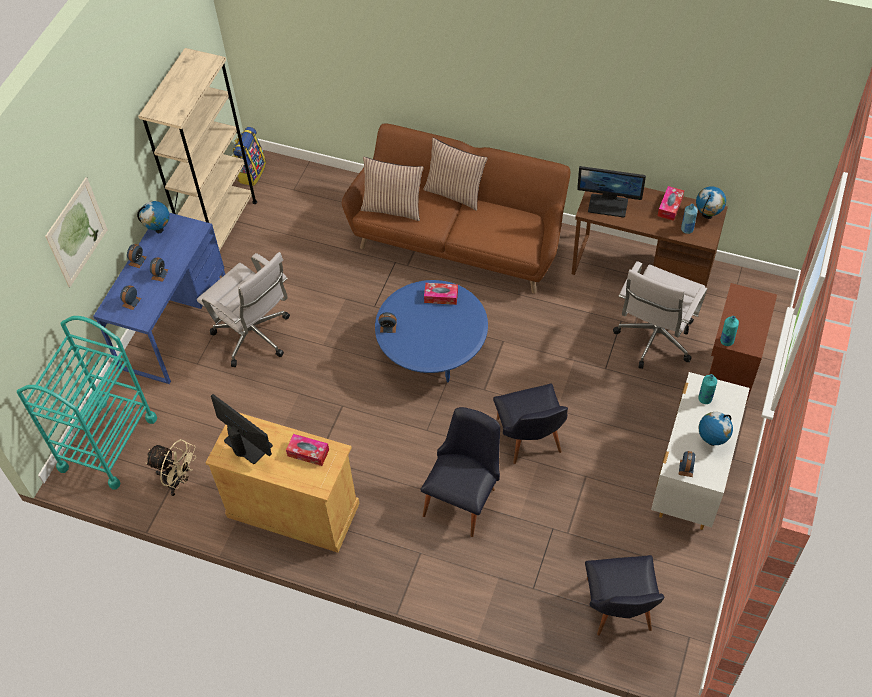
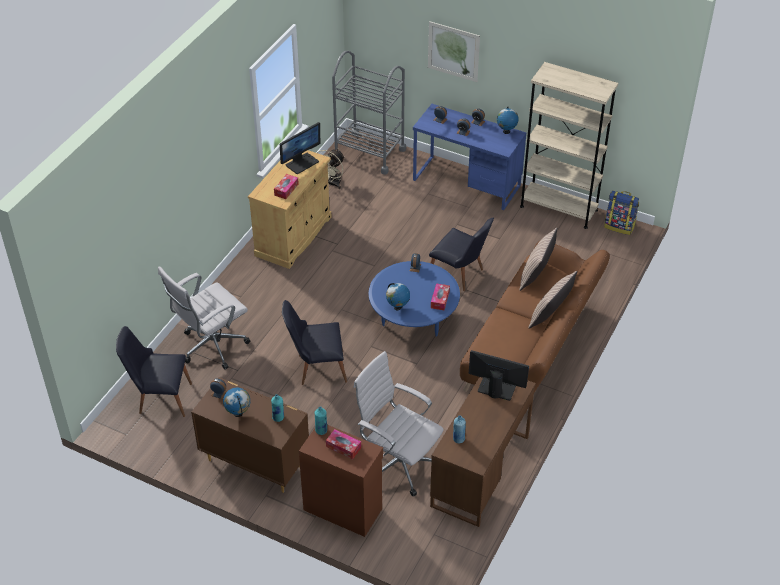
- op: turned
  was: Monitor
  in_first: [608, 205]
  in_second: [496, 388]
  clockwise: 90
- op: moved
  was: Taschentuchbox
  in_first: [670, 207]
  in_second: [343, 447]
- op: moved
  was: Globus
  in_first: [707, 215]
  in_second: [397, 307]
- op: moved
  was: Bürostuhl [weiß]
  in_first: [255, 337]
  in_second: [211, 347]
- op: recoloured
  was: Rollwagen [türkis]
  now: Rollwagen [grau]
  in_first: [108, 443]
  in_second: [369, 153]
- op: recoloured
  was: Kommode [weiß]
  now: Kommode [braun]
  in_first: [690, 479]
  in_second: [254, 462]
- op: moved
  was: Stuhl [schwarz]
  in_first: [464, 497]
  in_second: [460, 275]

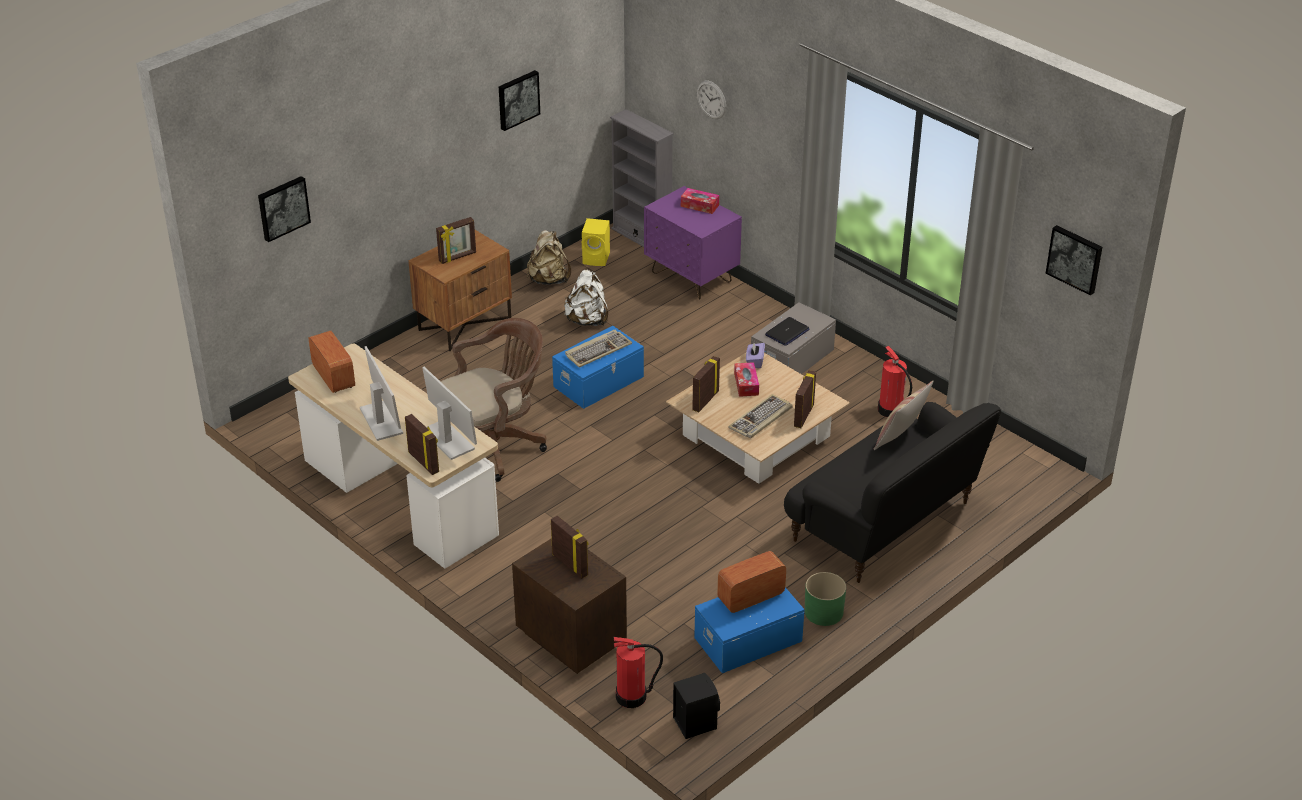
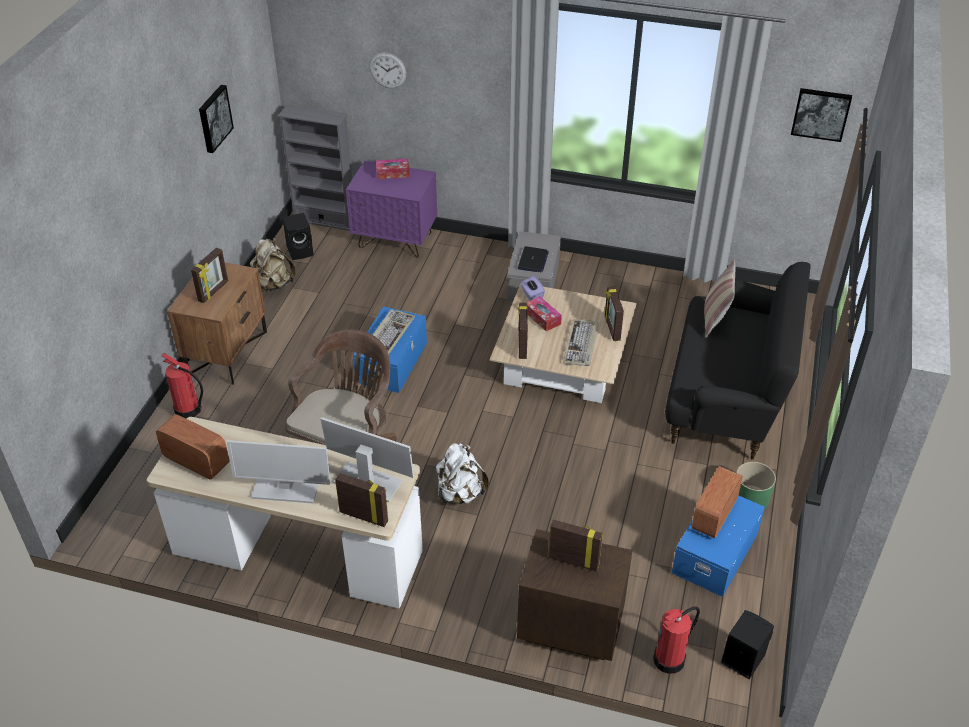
- op: removed
  was: Bild
  in_first: [283, 207]
- op: recoloured
  was: Lautsprecher [gelb]
  now: Lautsprecher [schwarz]
  in_first: [597, 258]
  in_second: [301, 251]
- op: moved
  was: Rucksack [weiß]
  in_first: [587, 320]
  in_second: [460, 493]
- op: turned
  was: Monitor
  in_first: [381, 421]
  in_second: [285, 489]
  clockwise: 150
- op: moved
  was: Feuerlöscher
  in_first: [891, 410]
  in_second: [188, 410]

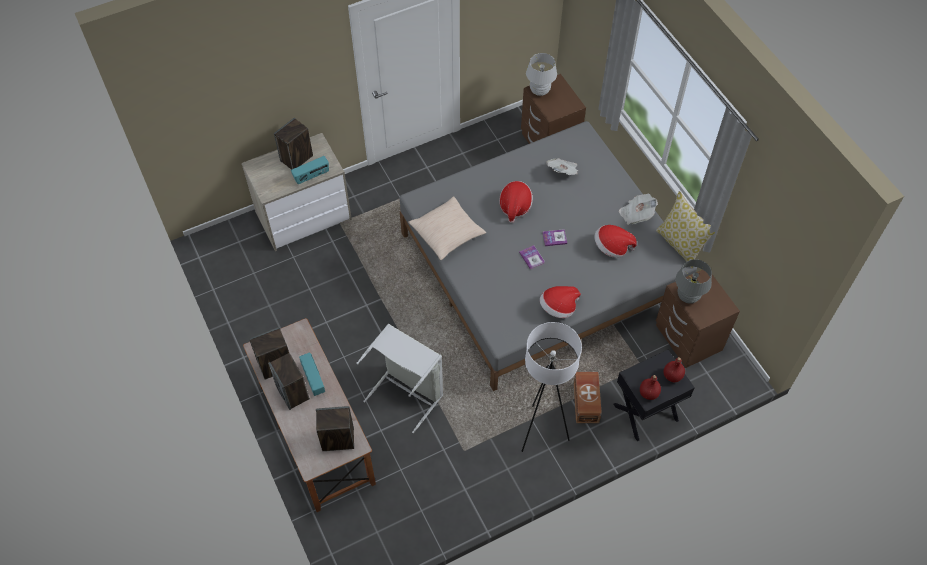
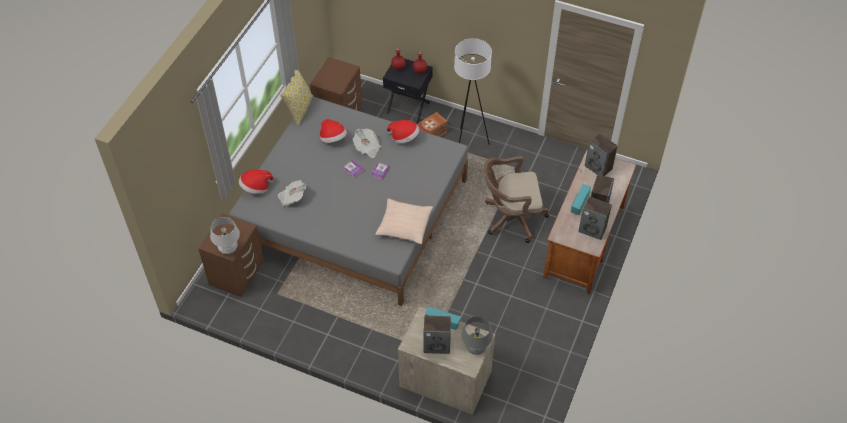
- op: moved
  was: Hut
  in_first: [515, 206]
  in_second: [256, 188]
- op: moved
  was: Zeitung
  in_first: [636, 214]
  in_second: [367, 148]
- op: moved
  was: Tischlampe [grau]
  in_first: [688, 296]
  in_second: [476, 348]
- op: replaced
  was: Wäschekorb [grau]
  now: Bürostuhl [braun]
  in_first: [408, 392]
  in_second: [511, 218]

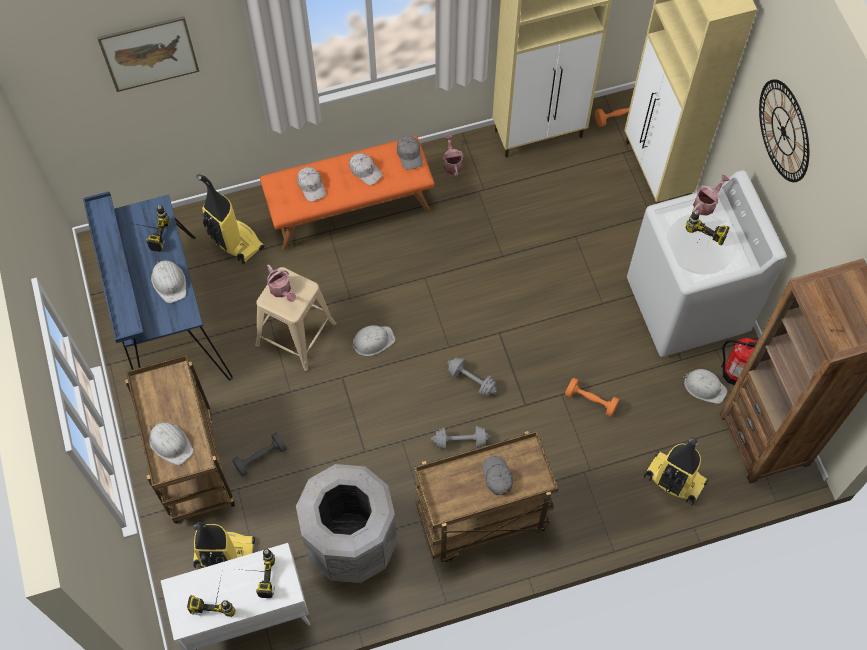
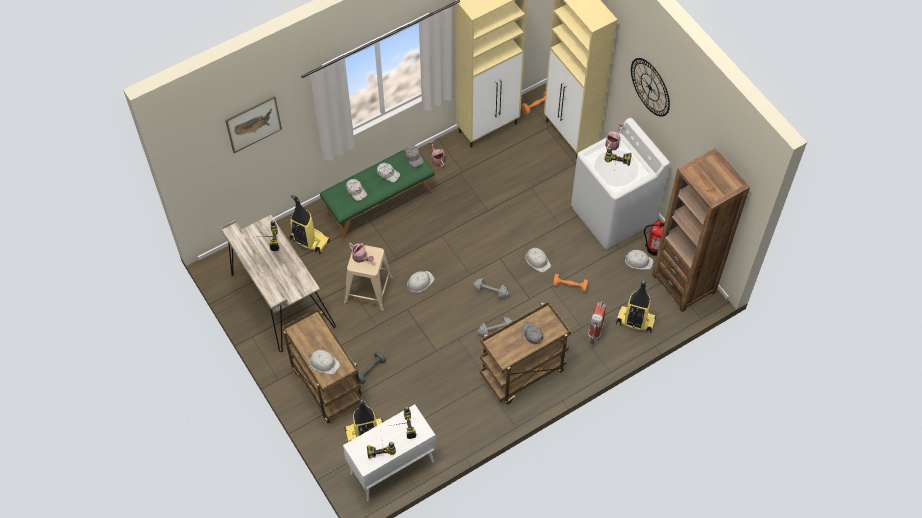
- op: recoloured
  was: Bank [orange]
  now: Bank [grün]
  in_first: [350, 208]
  in_second: [379, 202]
- op: recoloured
  was: Schreibtisch [blau]
  now: Schreibtisch [beige]
  in_first: [166, 319]
  in_second: [280, 300]
- op: moved
  was: Schutzhelm [weiß]
  in_first: [169, 282]
  in_second: [537, 260]
- op: removed
  was: Mülleimer [grau]
  in_first: [351, 543]
- op: added
  now: Feuerlöscher
  in_second: [594, 336]

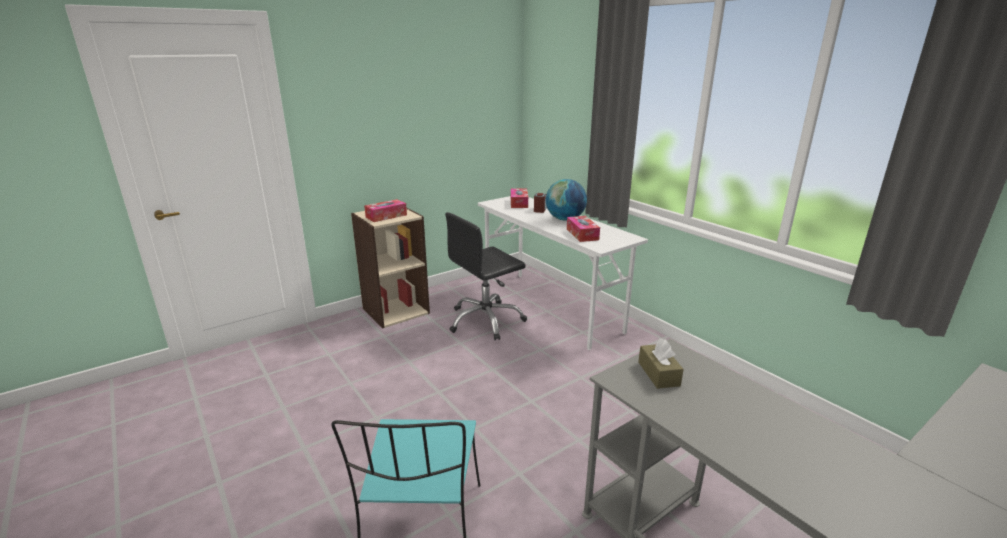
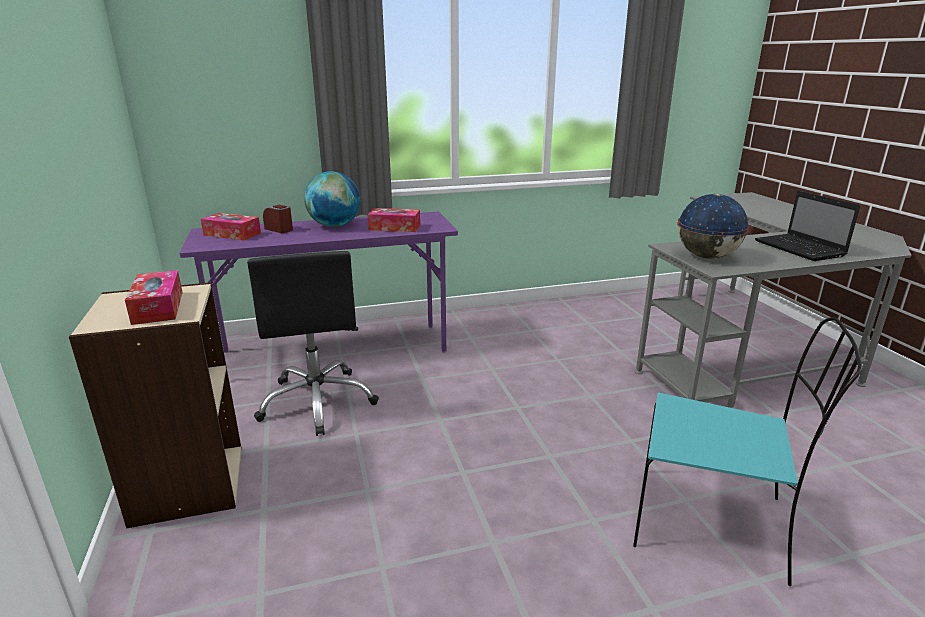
- op: recoloured
  was: Schreibtisch [weiß]
  now: Schreibtisch [lila]
  in_first: [550, 308]
  in_second: [336, 351]
- op: replaced
  was: Taschentuchbox [braun]
  now: Globus
  in_first: [658, 374]
  in_second: [706, 257]
- op: added
  now: Laptop
  in_second: [801, 249]

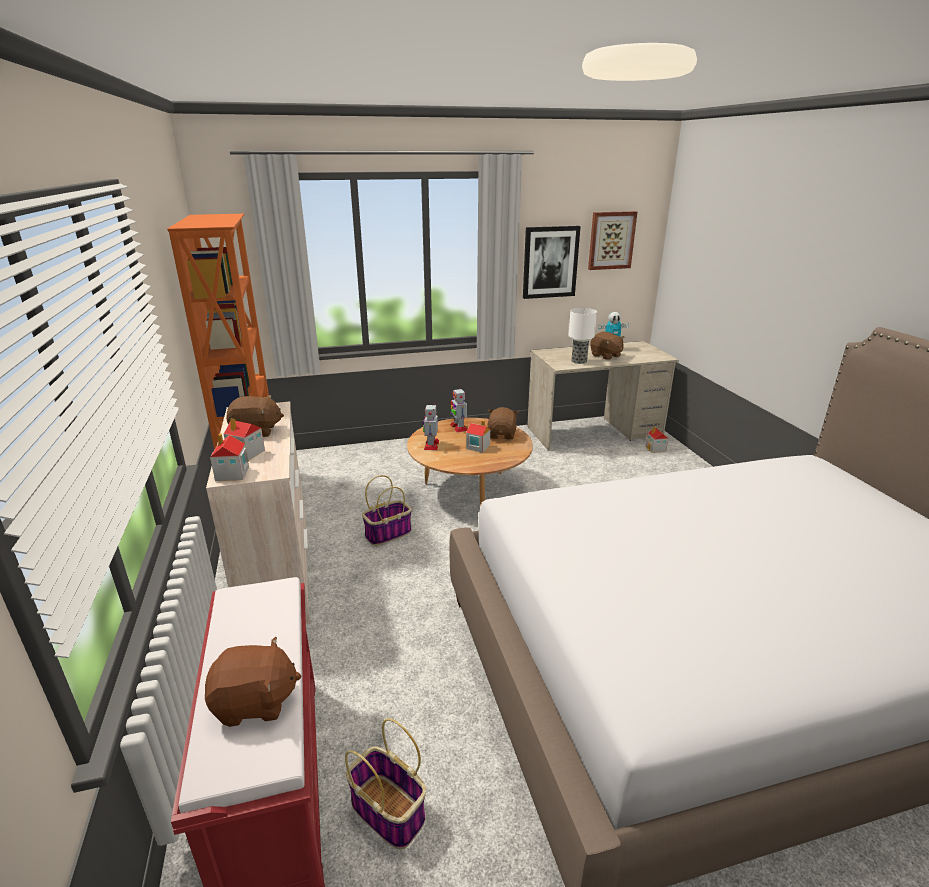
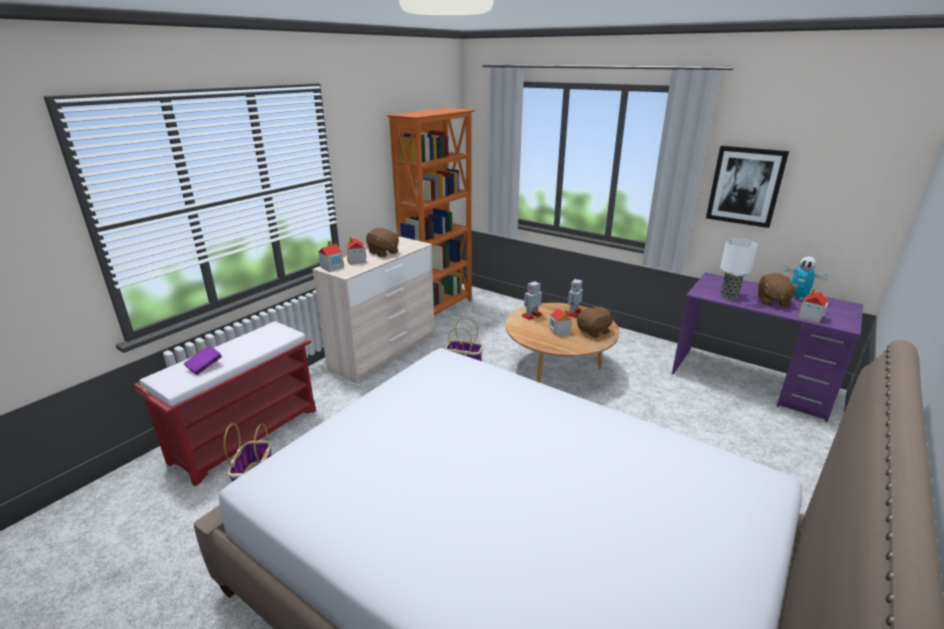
- op: removed
  was: Bild
  in_first: [611, 240]
- op: recoloured
  was: Schreibtisch [beige]
  now: Schreibtisch [lila]
  in_first: [594, 432]
  in_second: [750, 382]
- op: moved
  was: Spielzeughaus
  in_first: [655, 449]
  in_second: [810, 317]
- op: replaced
  was: Plüschtier [braun]
  now: Buch [lila]
  in_first: [255, 703]
  in_second: [204, 366]

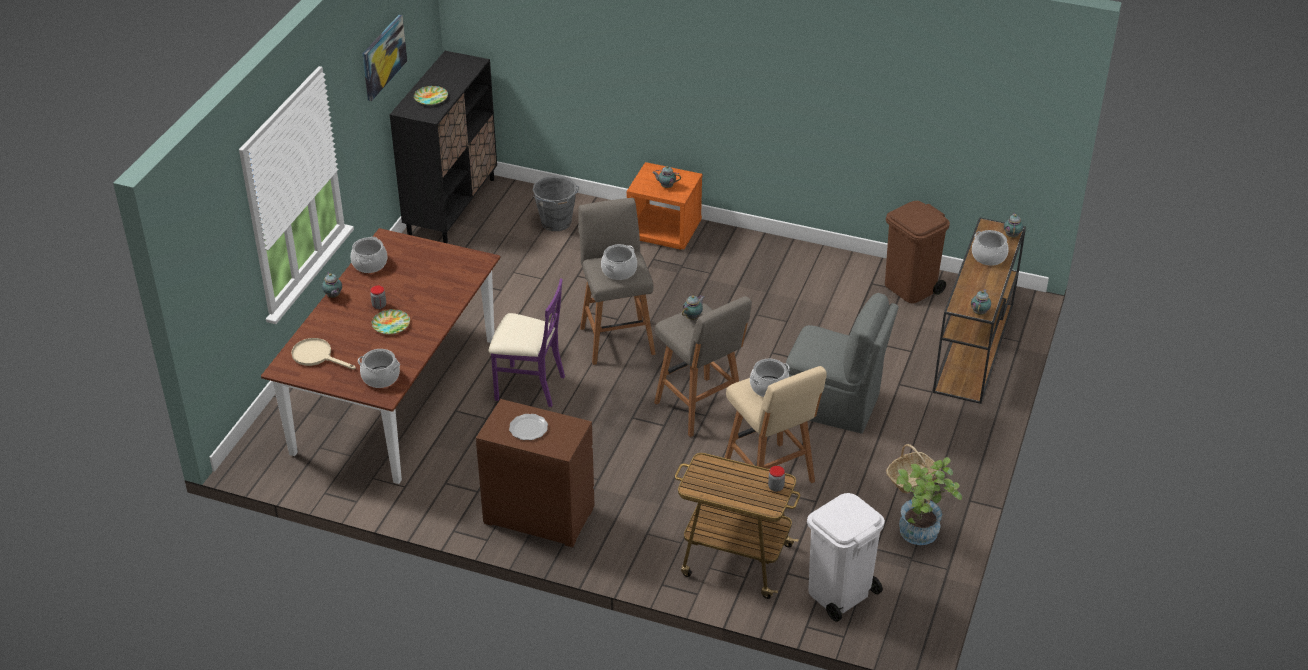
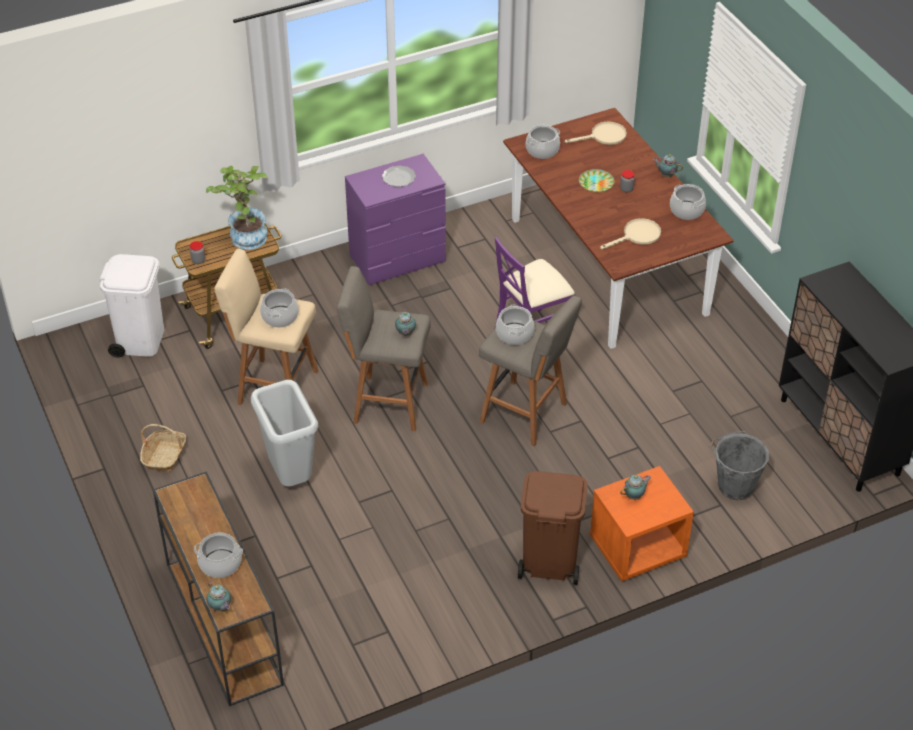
- op: removed
  was: Bild
  in_first: [383, 57]
- op: removed
  was: Teller
  in_first: [431, 98]
- op: moved
  was: Mülleimer [braun]
  in_first: [911, 288]
  in_second: [549, 562]
- op: removed
  was: Teekanne
  in_first: [980, 312]
- op: replaced
  was: Stuhl [grau]
  now: Mülleimer [grau]
  in_first: [833, 405]
  in_second: [290, 477]
- op: recoloured
  was: Kommode [braun]
  now: Kommode [lila]
  in_first: [538, 515]
  in_second: [398, 259]
- op: moved
  was: Topfpflanze
  in_first: [920, 535]
  in_second: [245, 235]
- op: added
  now: Pfanne [beige]
  in_second: [637, 236]

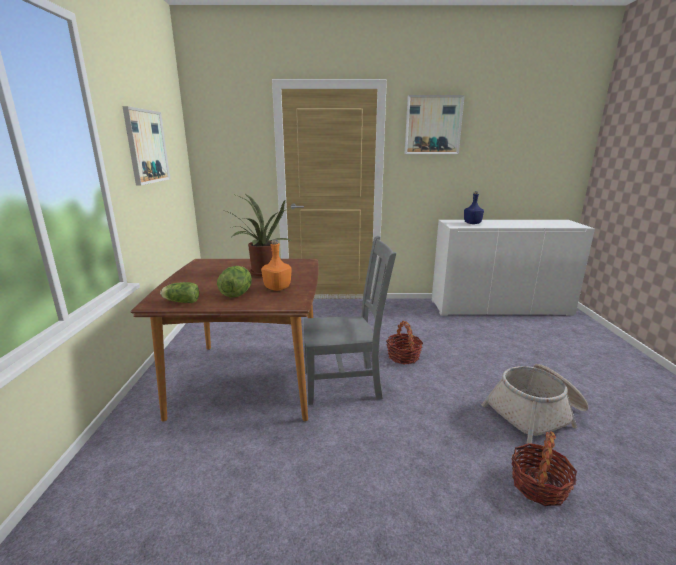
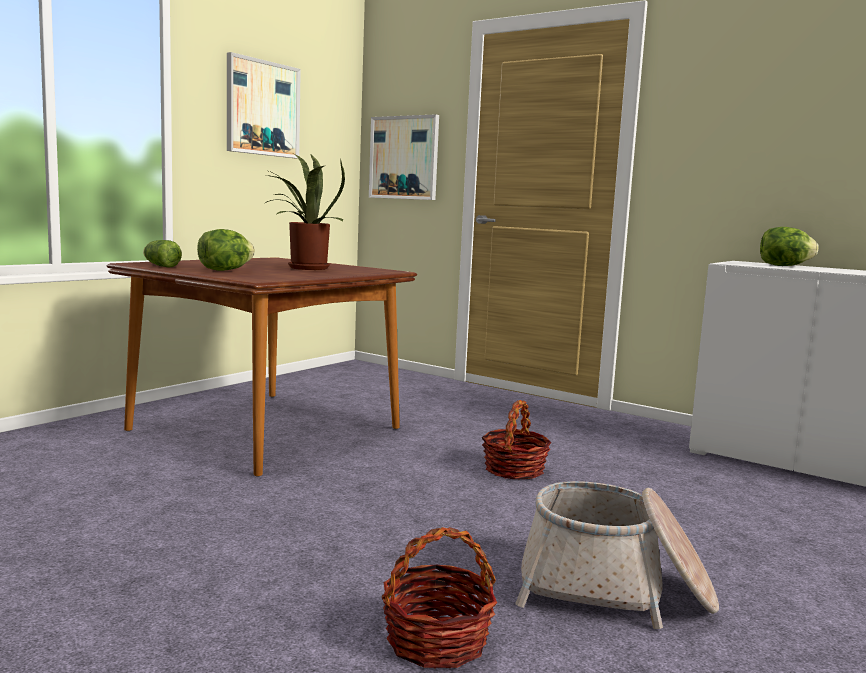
- op: moved
  was: Bild
  in_first: [433, 125]
  in_second: [404, 158]
- op: replaced
  was: Flasche [blau]
  now: Salatkopf
  in_first: [472, 223]
  in_second: [784, 266]
- op: removed
  was: Stuhl [grau]
  in_first: [345, 383]
- op: removed
  was: Flasche [orange]
  in_first: [277, 288]

